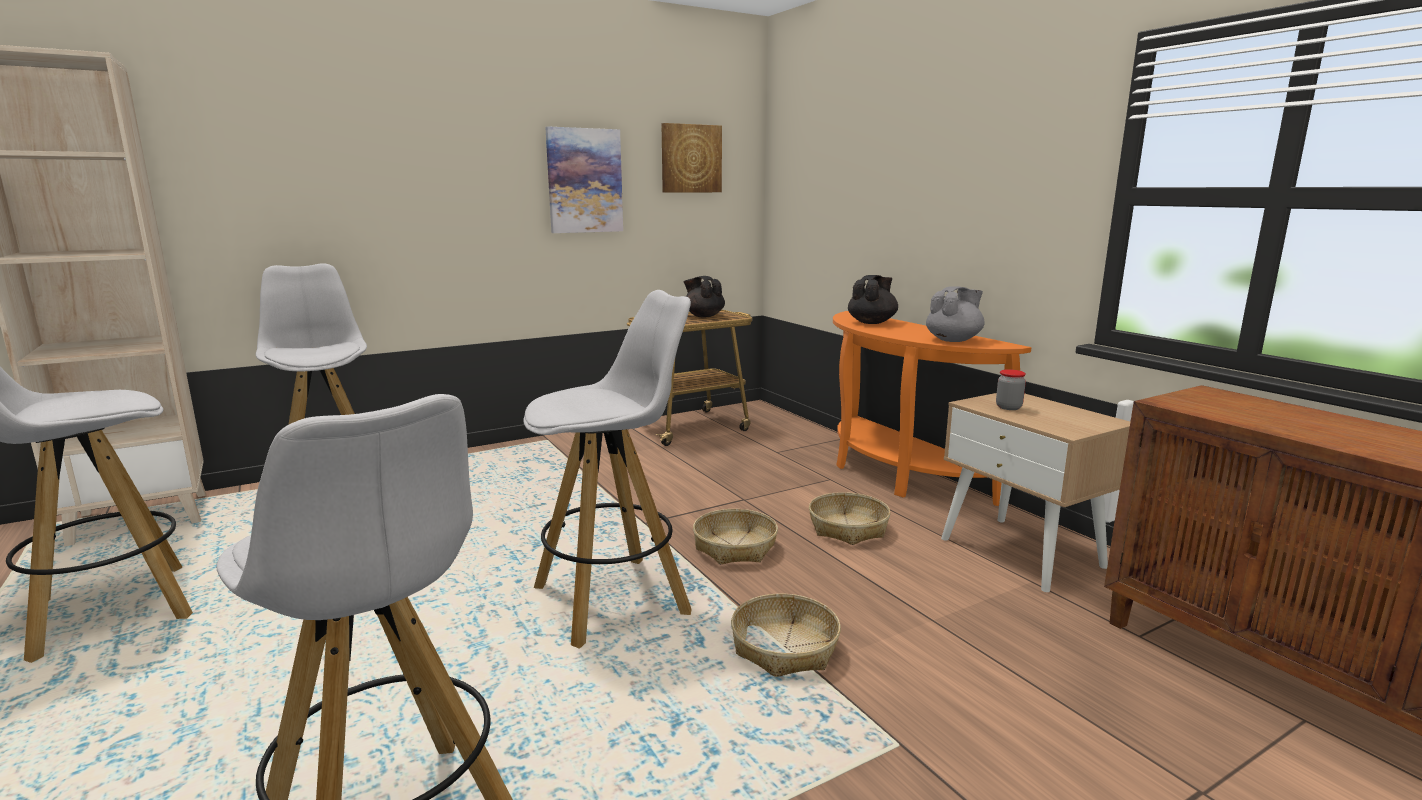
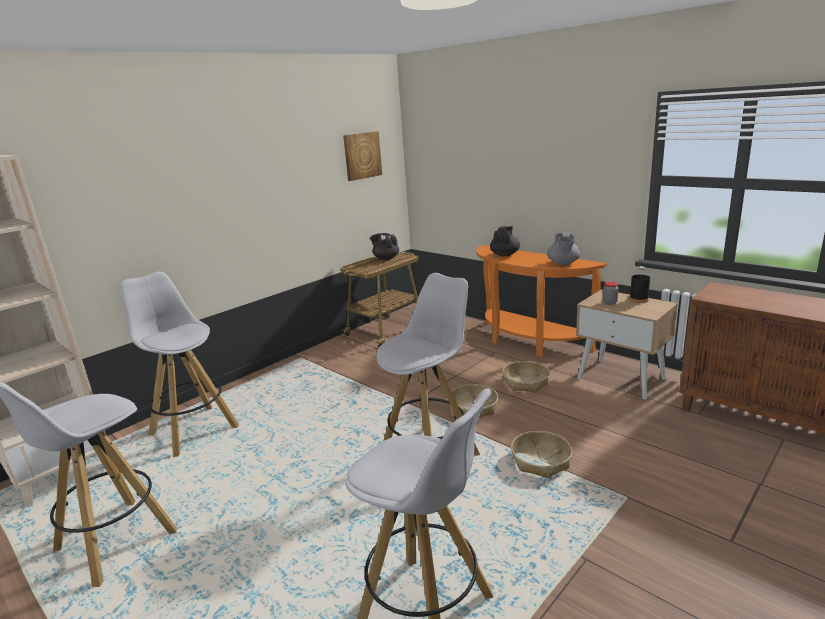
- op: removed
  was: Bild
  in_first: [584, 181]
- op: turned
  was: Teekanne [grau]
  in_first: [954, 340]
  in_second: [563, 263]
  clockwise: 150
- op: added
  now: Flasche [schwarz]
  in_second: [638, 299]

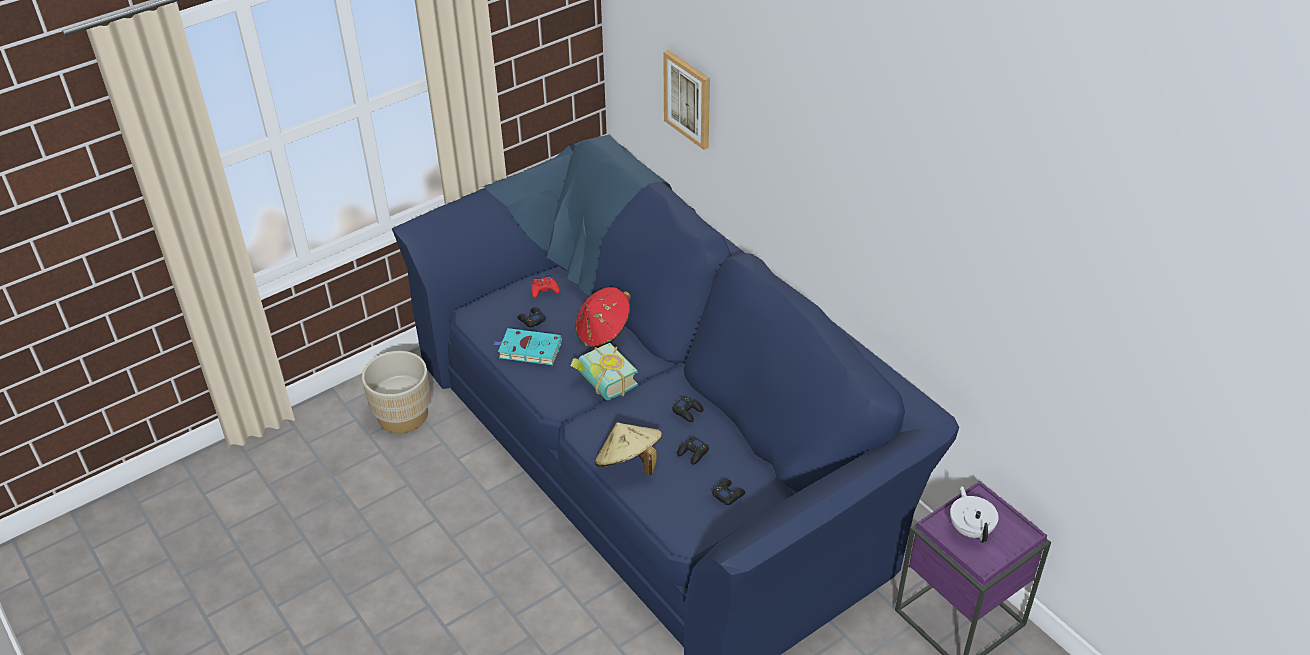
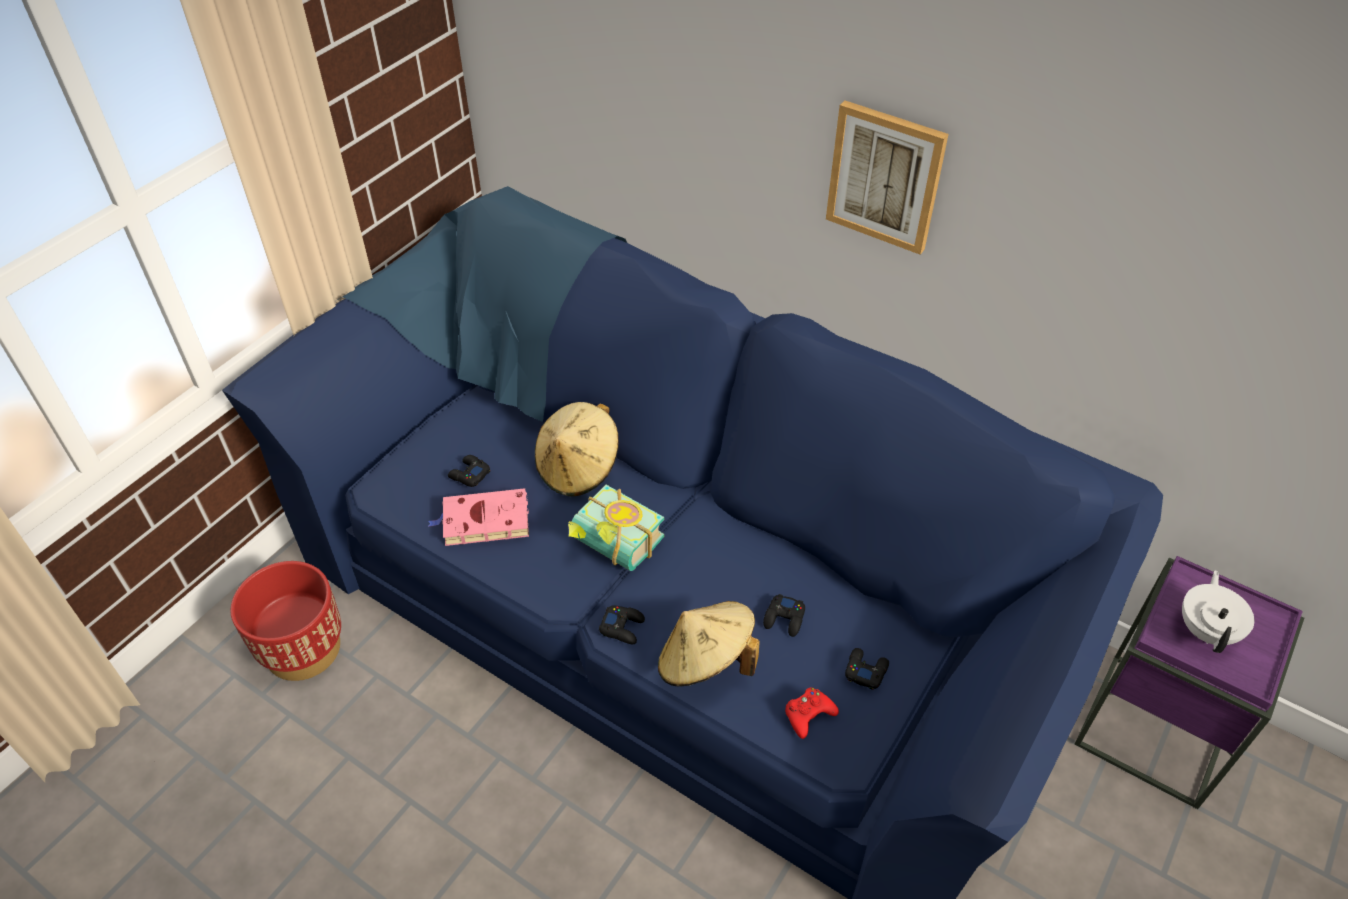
- op: moved
  was: Bild
  in_first: [688, 99]
  in_second: [885, 176]
- op: moved
  was: Gamepad [rot]
  in_first: [544, 290]
  in_second: [808, 715]
- op: recoloured
  was: Hut [rot]
  now: Hut [beige]
  in_first: [603, 332]
  in_second: [578, 468]
- op: recoloured
  was: Buch [türkis]
  now: Buch [rosa]
  in_first: [528, 349]
  in_second: [483, 521]
- op: recoloured
  was: Pflanzkübel [beige]
  now: Pflanzkübel [rot]
  in_first: [403, 415]
  in_second: [303, 649]
- op: moved
  was: Gamepad [schwarz]
  in_first: [687, 411]
  in_second: [622, 627]
- op: turned
  was: Teekanne [weiß]
  in_first: [970, 529]
  in_second: [1206, 630]
  clockwise: 45

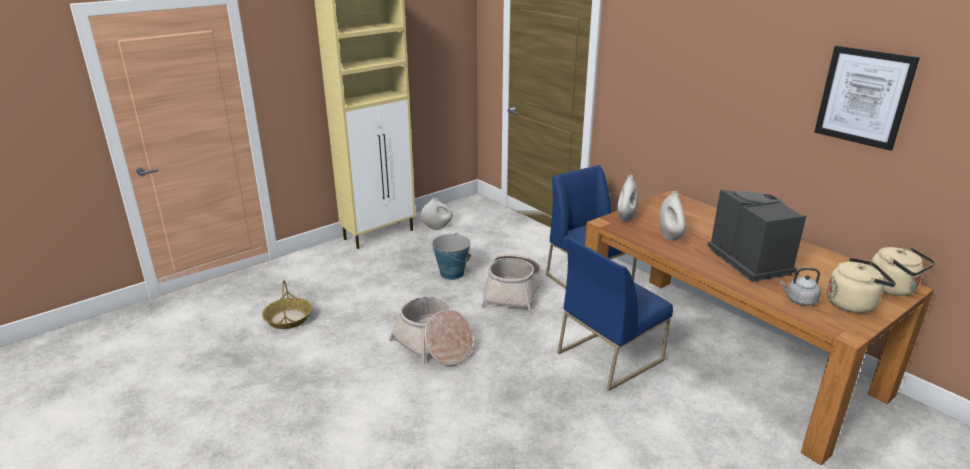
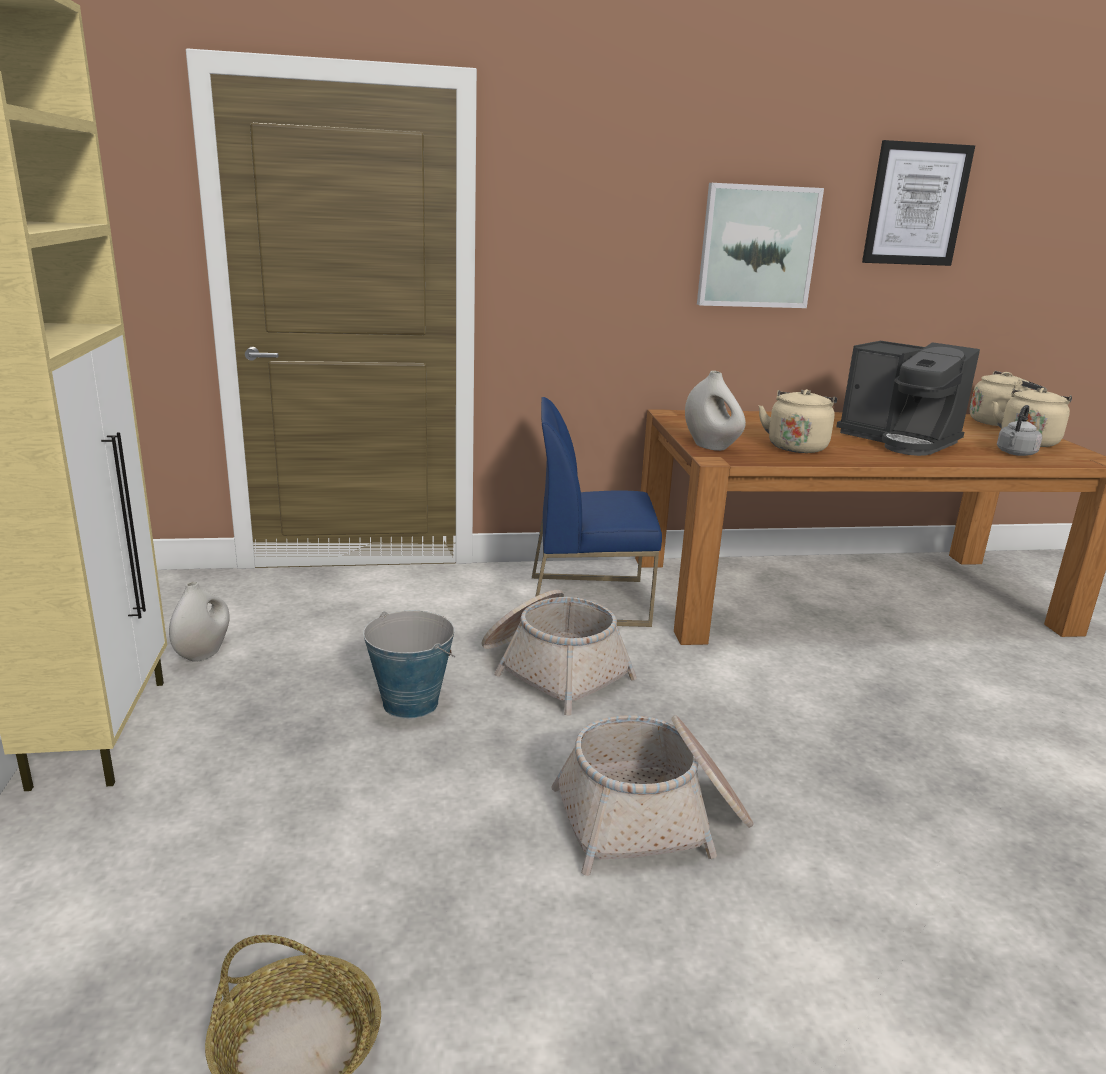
- op: turned
  was: Kaffeemaschine
  in_first: [750, 261]
  in_second: [899, 440]
  clockwise: -150
- op: replaced
  was: Vase [weiß]
  now: Wasserkessel [beige]
  in_first: [670, 236]
  in_second: [797, 446]
- op: removed
  was: Stuhl [blau]
  in_first: [610, 356]
- op: added
  now: Bild
  in_second: [757, 247]

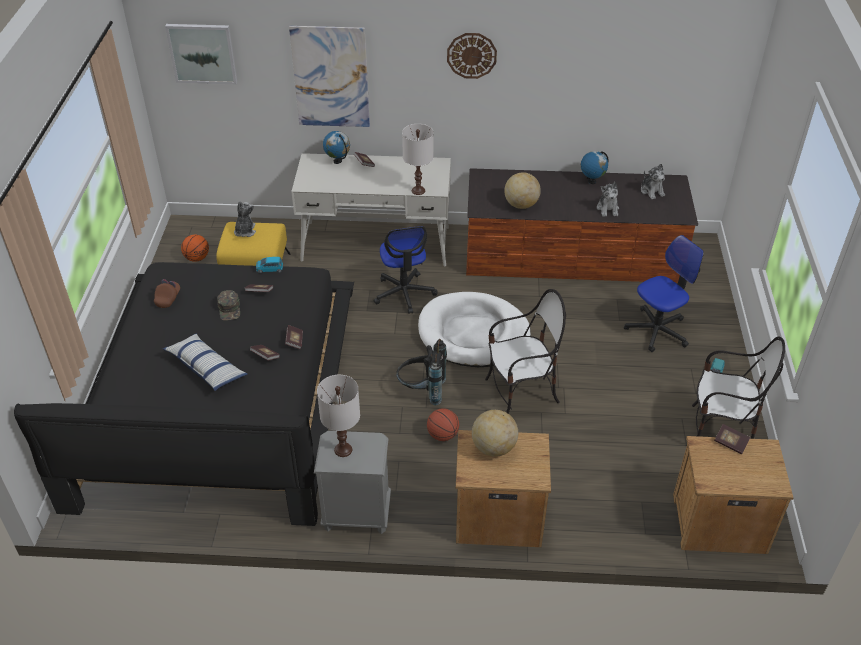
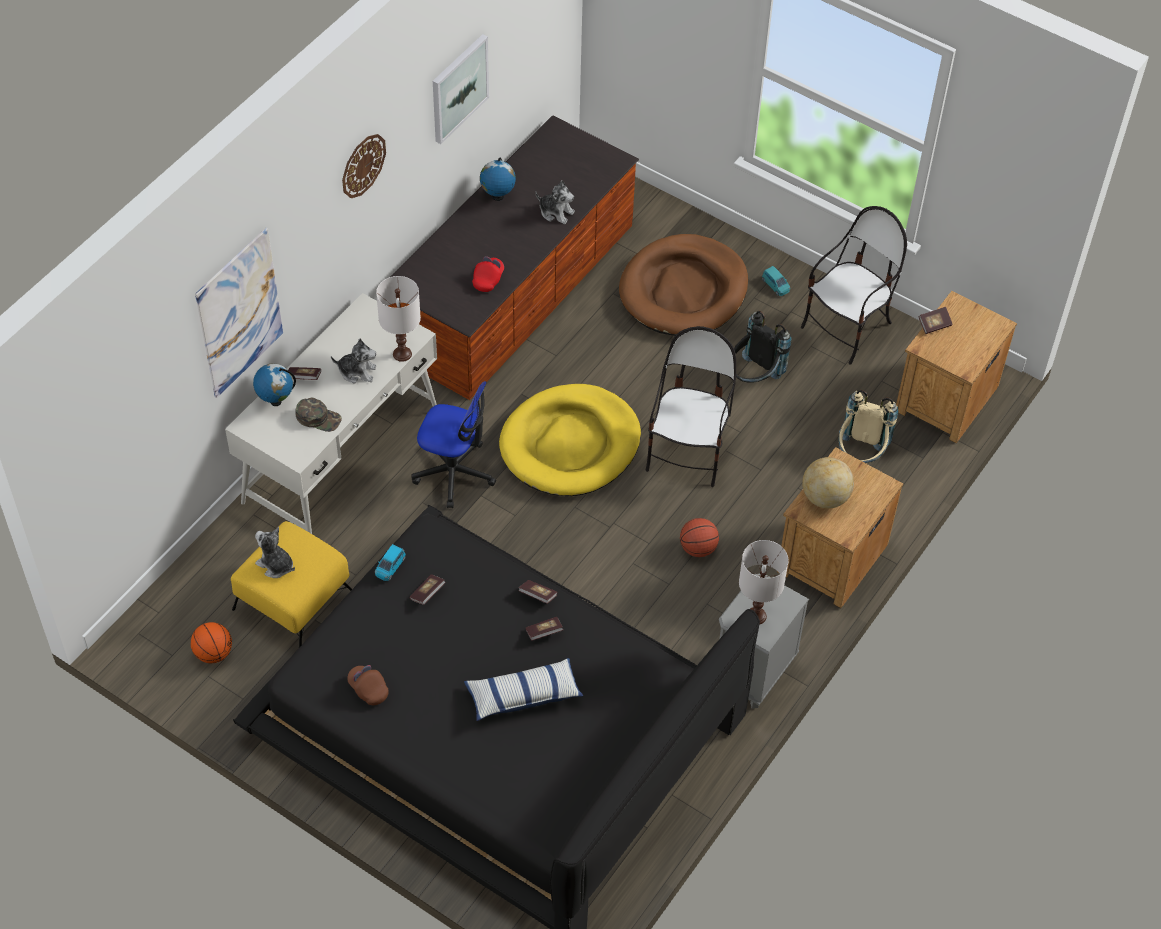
- op: moved
  was: Bild
  in_first: [202, 53]
  in_second: [458, 88]
- op: moved
  was: Plüschtier
  in_first: [652, 191]
  in_second: [357, 371]
- op: replaced
  was: Globus
  now: Kappe [rot]
  in_first: [521, 205]
  in_second: [488, 279]
- op: replaced
  was: Bürostuhl
  now: Hundebett [braun]
  in_first: [657, 330]
  in_second: [683, 290]
- op: moved
  was: Kappe [grün]
  in_first: [229, 309]
  in_second: [318, 418]
- op: recoloured
  was: Hundebett [weiß]
  now: Hundebett [gelb]
  in_first: [473, 334]
  in_second: [570, 444]
- op: moved
  was: Rucksack [schwarz]
  in_first: [422, 391]
  in_second: [753, 378]
- op: added
  now: Rucksack [beige]
  in_second: [860, 456]

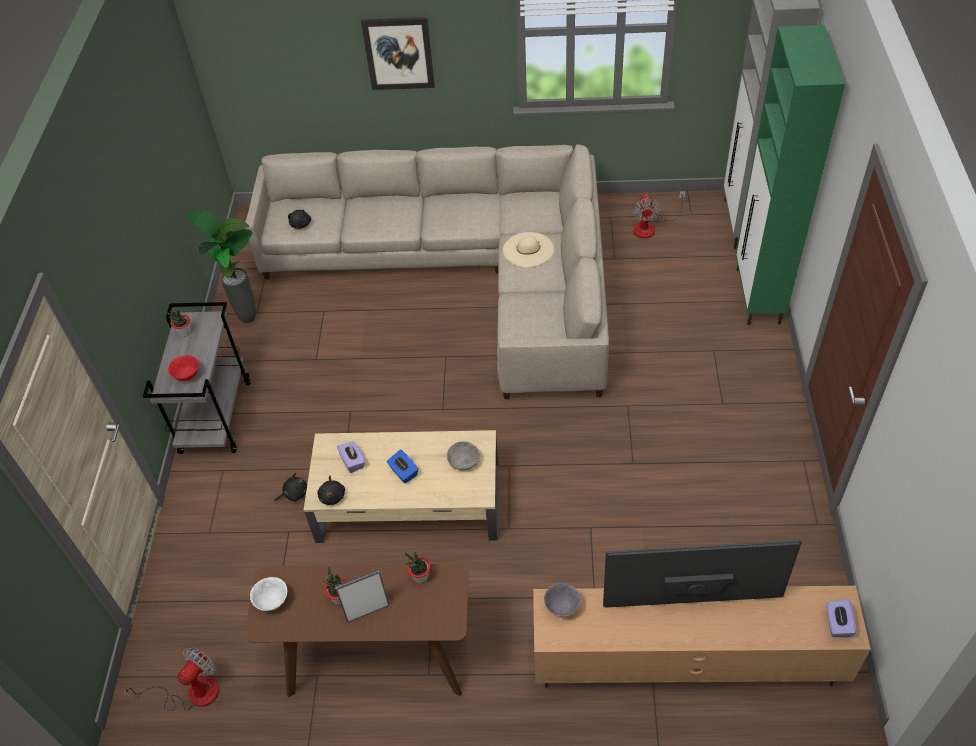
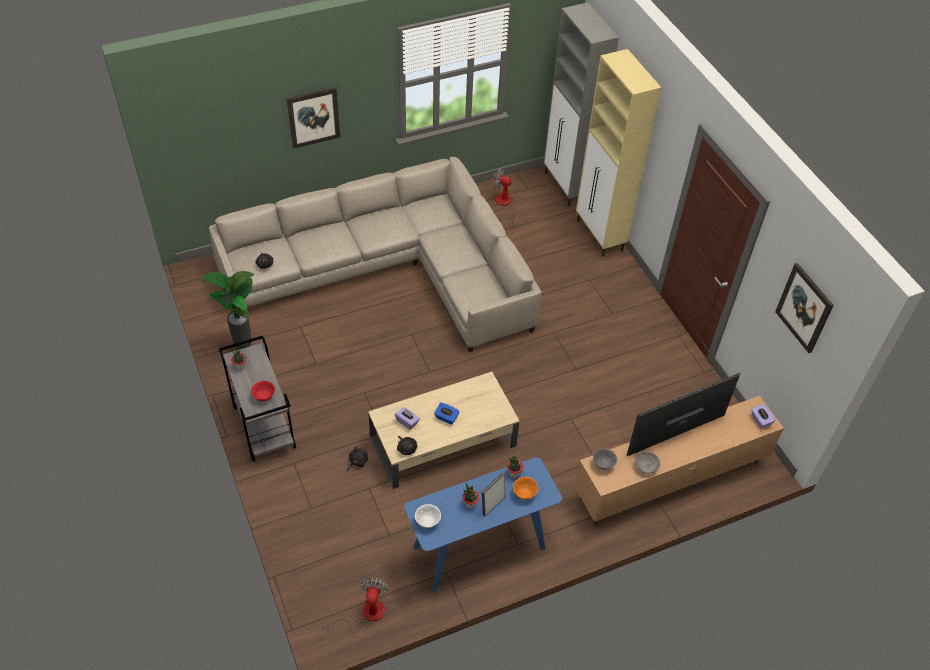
- op: recoloured
  was: Schrank [grün]
  now: Schrank [beige]
  in_first: [758, 297]
  in_second: [600, 236]
- op: turned
  was: Ventilator
  in_first: [650, 227]
  in_second: [505, 204]
  clockwise: 135
- op: removed
  was: Hut [beige]
  in_first: [528, 249]
- op: moved
  was: Schüssel [grau]
  in_first: [463, 461]
  in_second: [645, 466]
- op: recoloured
  was: Konsolentisch [braun]
  now: Konsolentisch [blau]
  in_first: [376, 660]
  in_second: [479, 548]
- op: added
  now: Bild
  in_second: [804, 308]
- op: added
  now: Schüssel [orange]
  in_second: [524, 494]

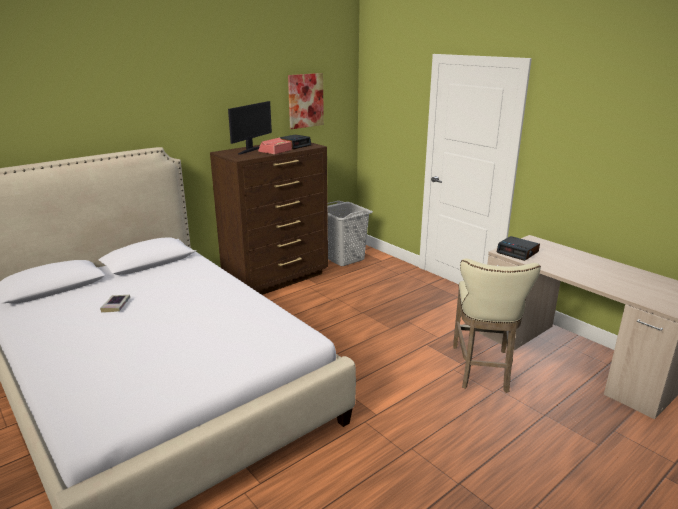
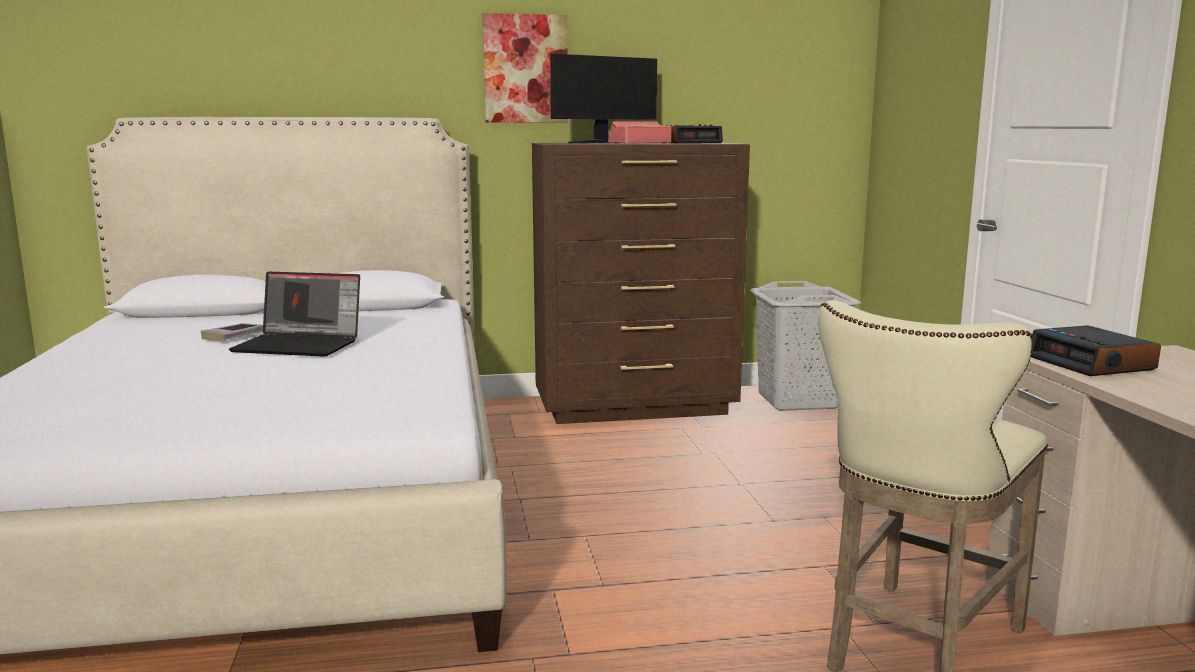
- op: moved
  was: Bild
  in_first: [305, 100]
  in_second: [525, 69]
- op: added
  now: Laptop
  in_second: [301, 345]

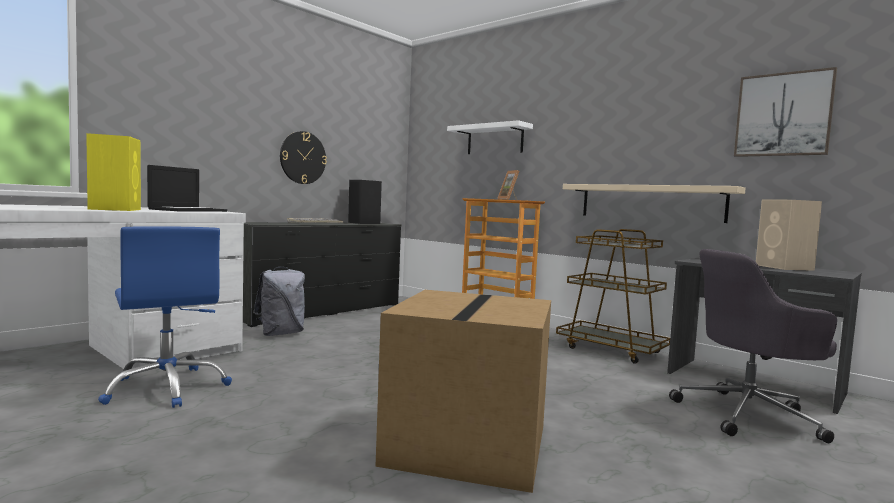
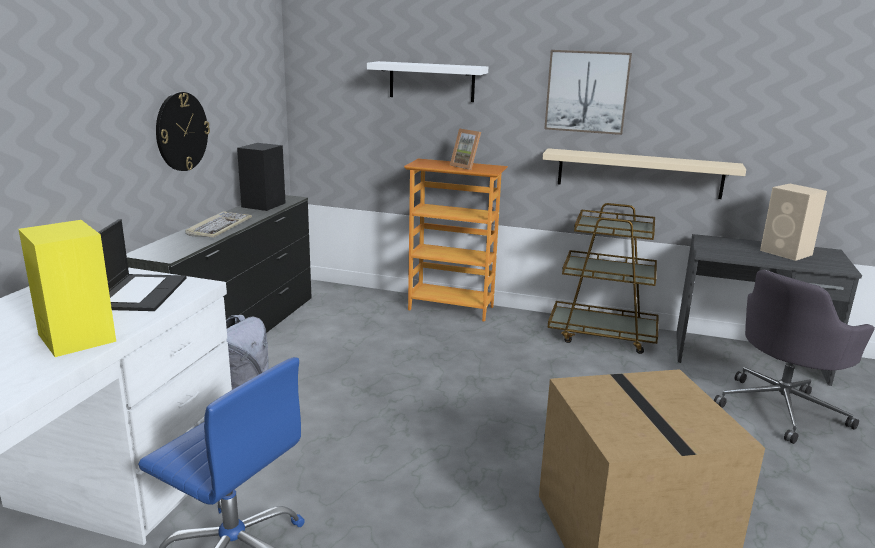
- op: moved
  was: Bild
  in_first: [783, 114]
  in_second: [587, 92]

